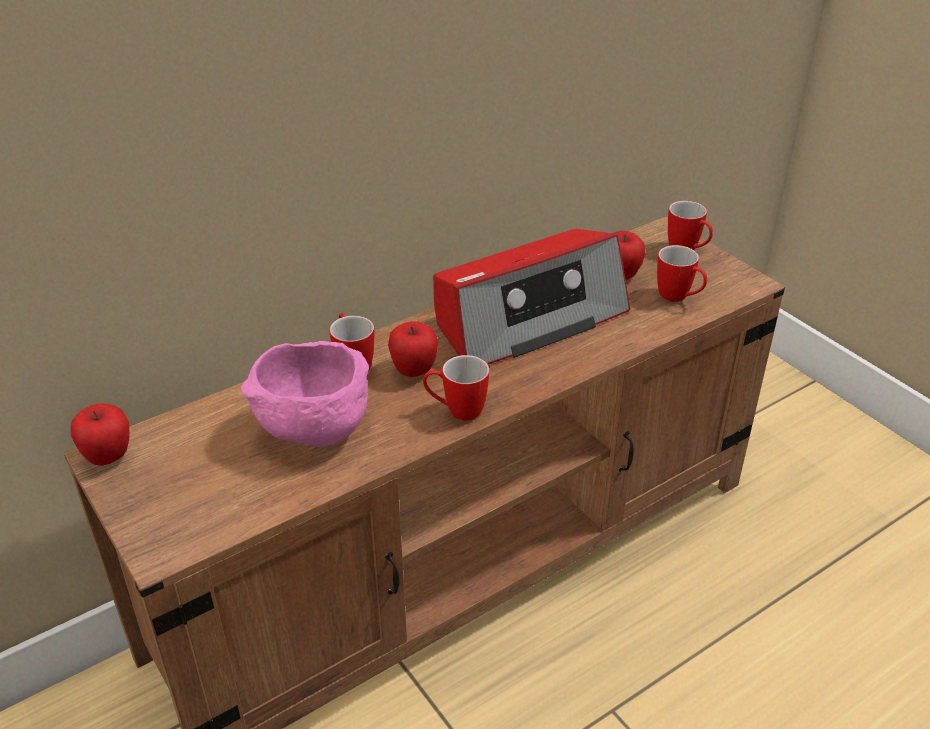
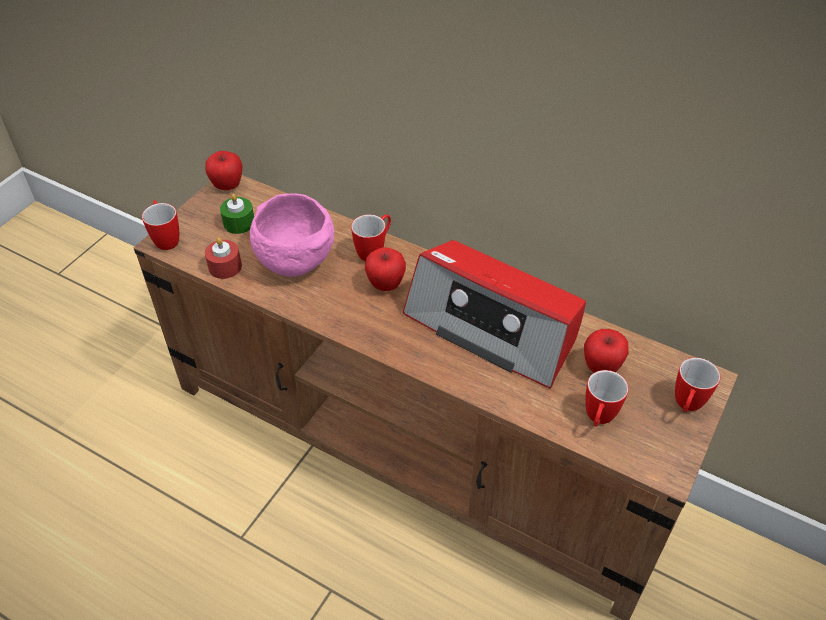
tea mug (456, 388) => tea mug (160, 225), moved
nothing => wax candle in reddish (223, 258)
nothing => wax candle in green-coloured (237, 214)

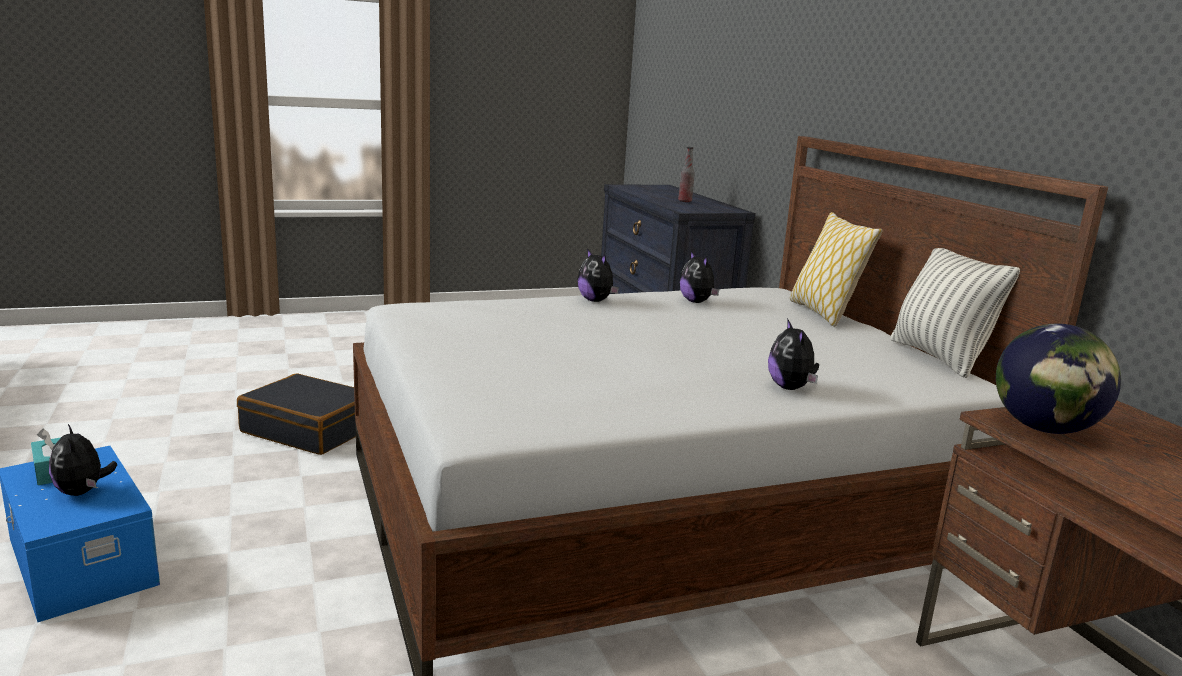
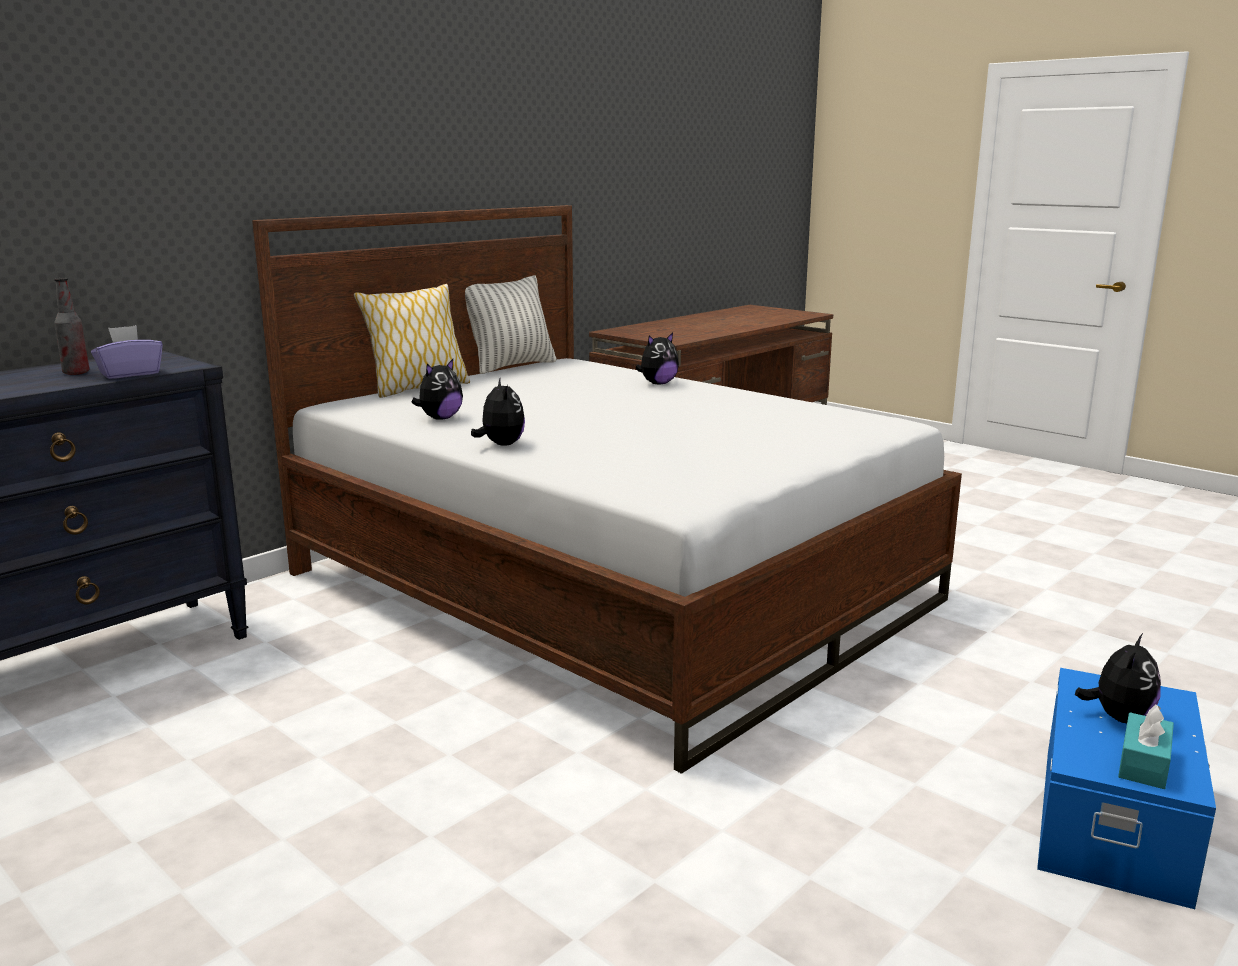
travel case in black (296, 414) => nothing
cuddly toy (598, 275) => cuddly toy (498, 412), 45 degrees counterclockwise
desk globe (1058, 379) => nothing
nothing => tissue holder in purplish (127, 352)

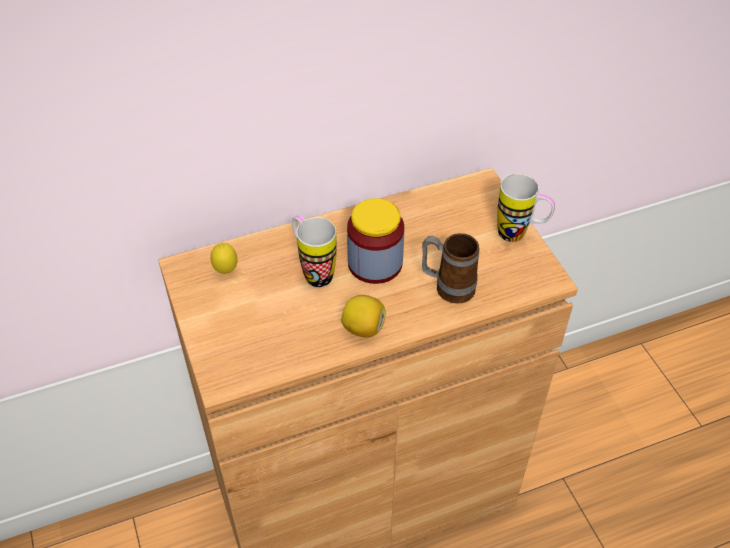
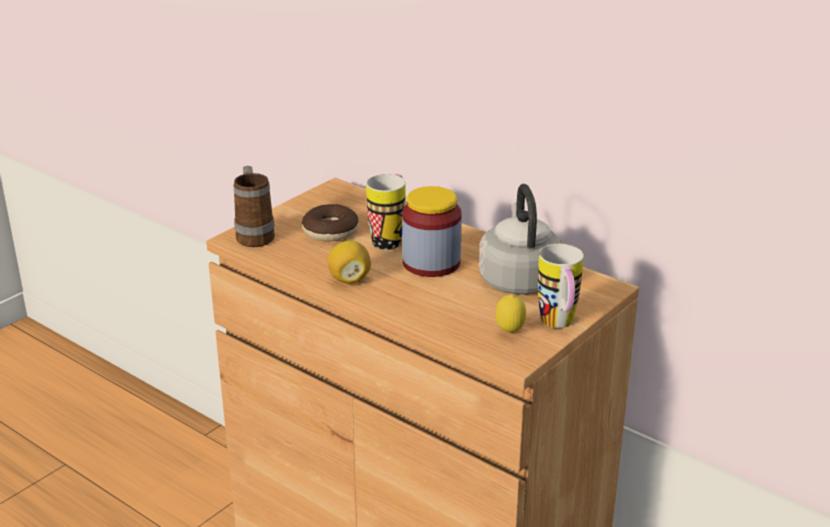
whole lemon (223, 258) => whole lemon (510, 313), moved
tea mug (451, 268) => tea mug (254, 206), moved
nothing => doughnut (330, 222)
nothing => water kettle in greyish (520, 239)

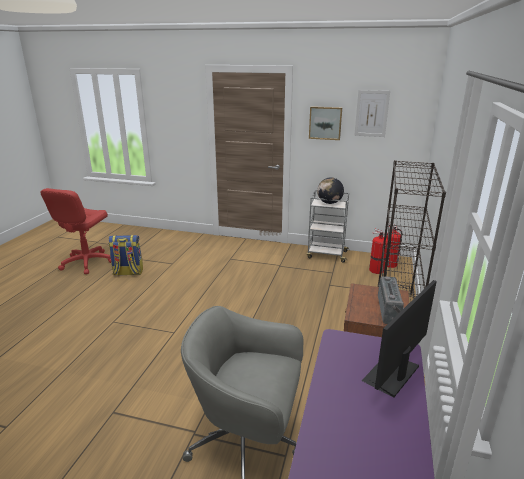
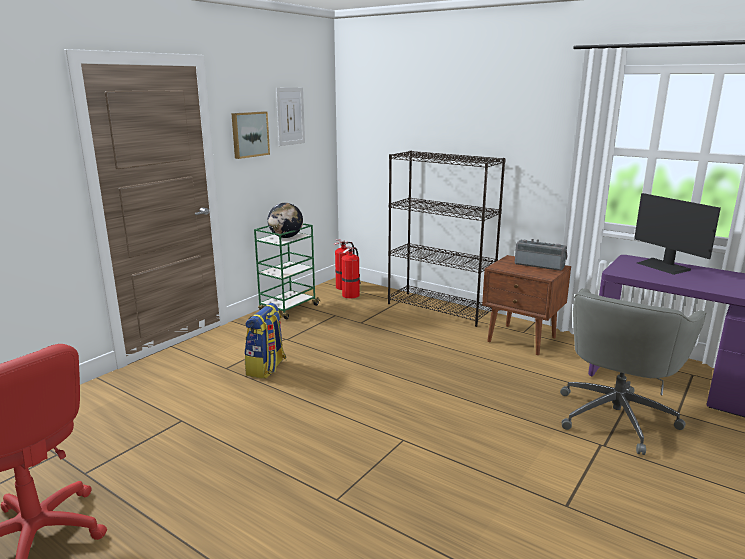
knapsack (126, 255) => knapsack (266, 341), moved
cart in greyish (328, 226) => cart in green-coloured (287, 271)

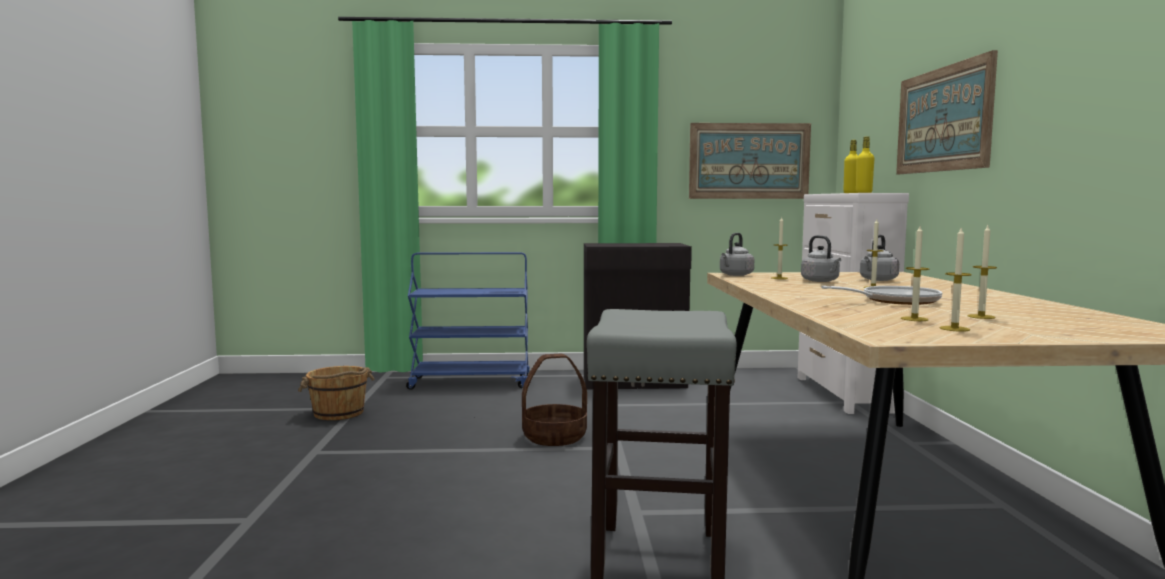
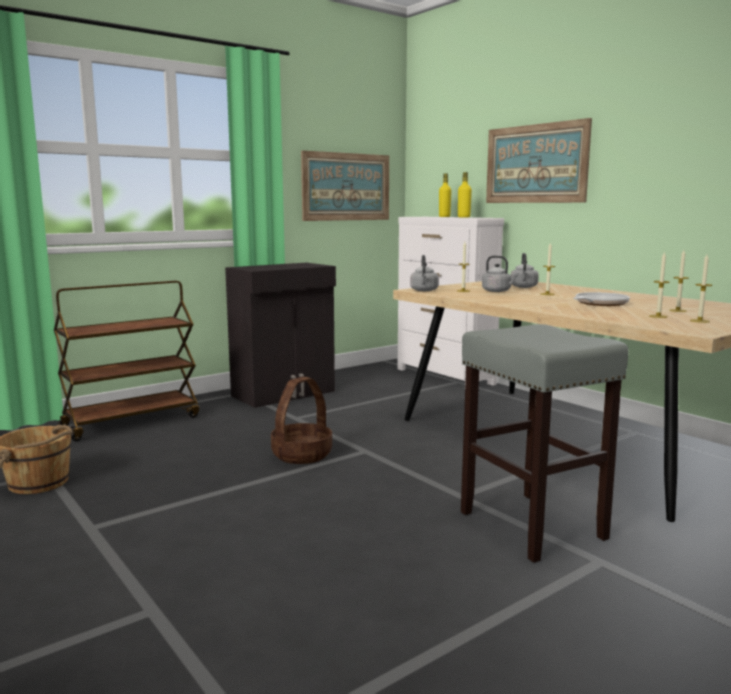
cart in bluish (468, 321) => cart in brown (126, 361)

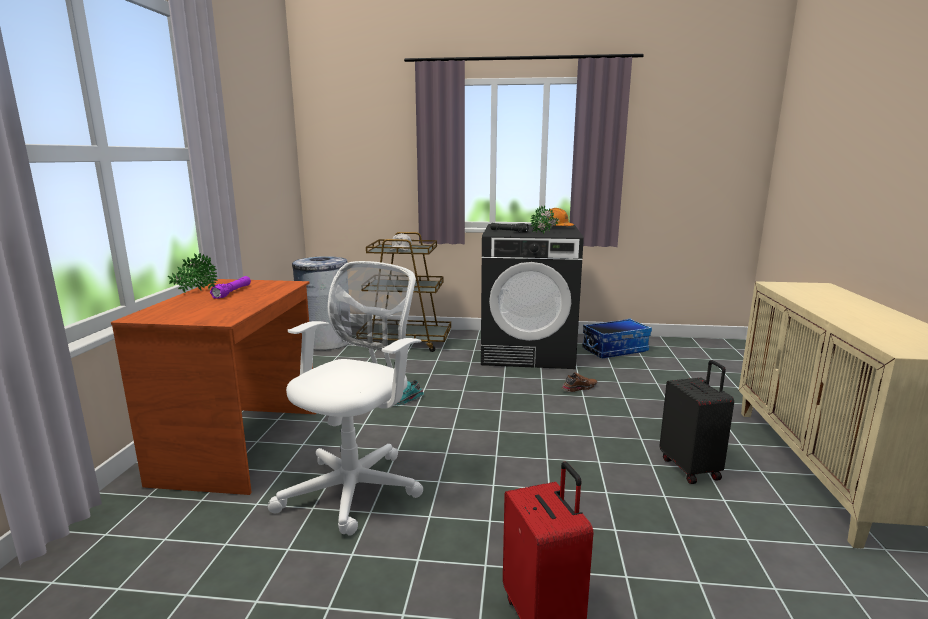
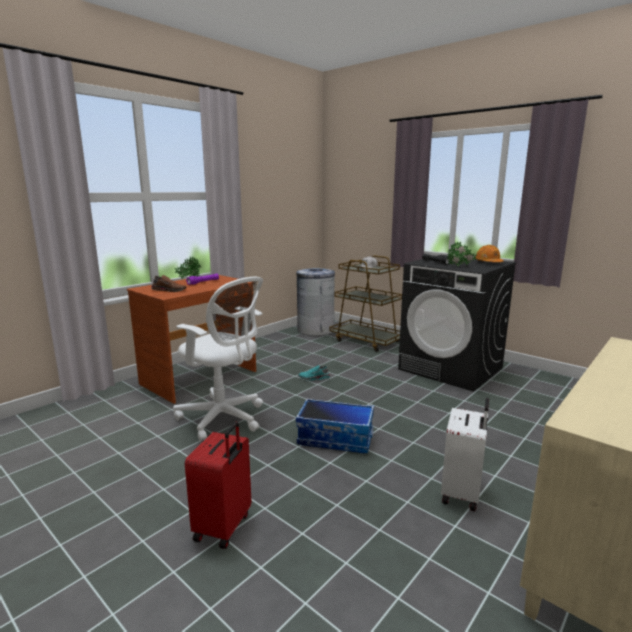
computer chair in white-coloured (345, 398) => computer chair in white-coloured (218, 359), 60 degrees clockwise
shoe in brown (579, 382) => shoe in brown (169, 283), moved
storage bin (617, 338) => storage bin (335, 426), moved
travel case in black (696, 422) => travel case in white-coloured (465, 454)

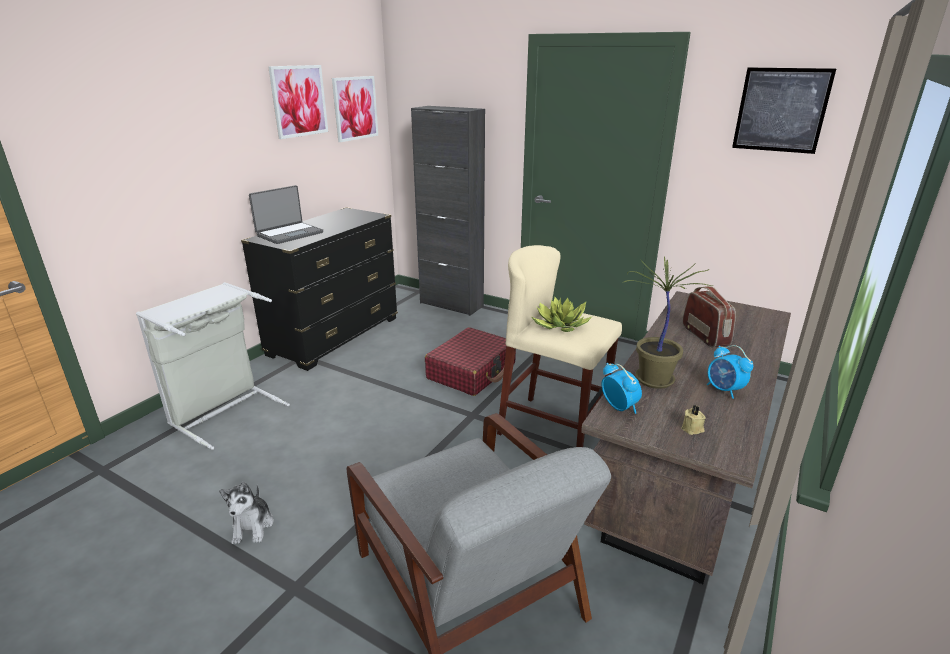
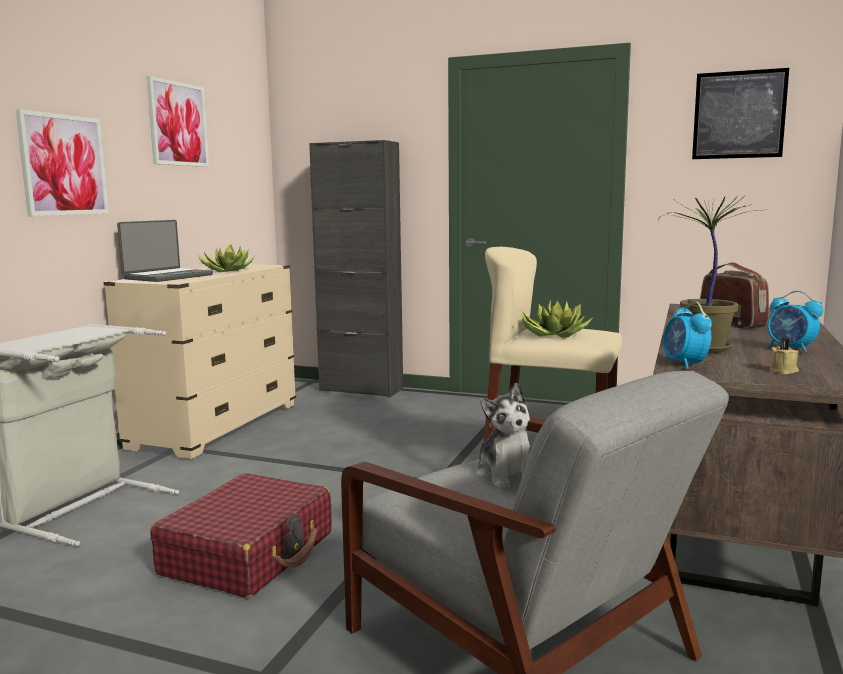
cuddly toy (246, 512) => cuddly toy (503, 436), moved
dresser in black (319, 289) => dresser in sand-coloured (200, 361)
picture (355, 109) => picture (62, 162), moved
travel case in reddish (470, 361) => travel case in reddish (241, 535), moved
alarm clock (621, 388) => alarm clock (687, 335), 150 degrees counterclockwise
nothing => houseplant (226, 258)

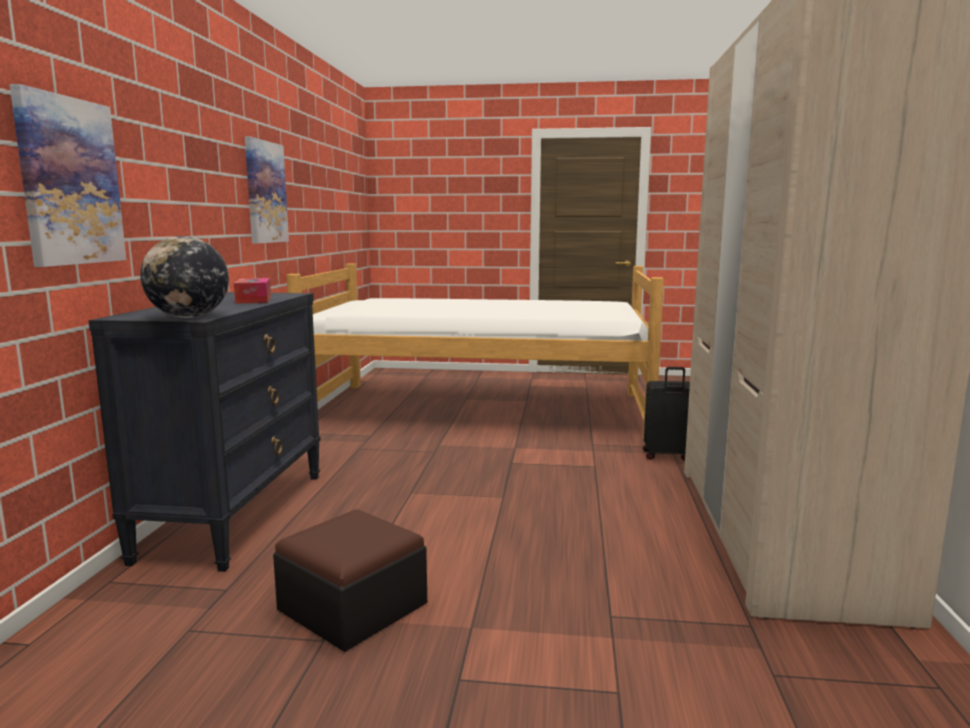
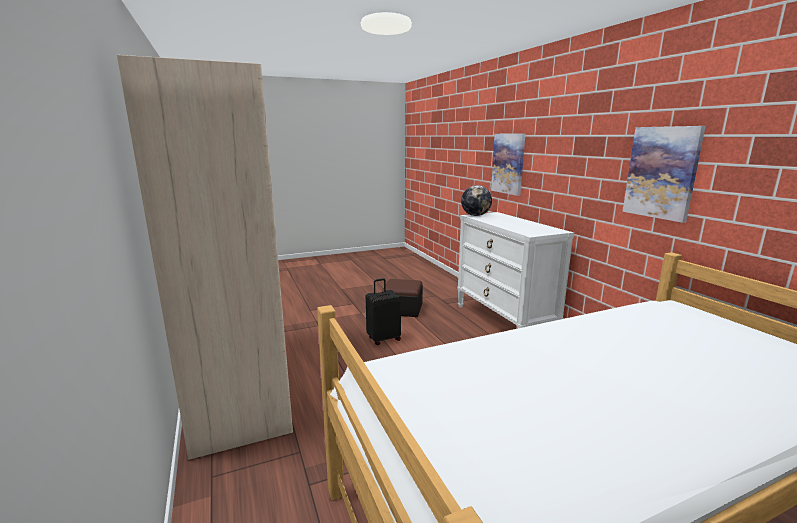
dresser in black (205, 432) => dresser in white-coloured (515, 270)
tissue holder (252, 291) => nothing
travel case in black (666, 414) => travel case in black (383, 311), moved

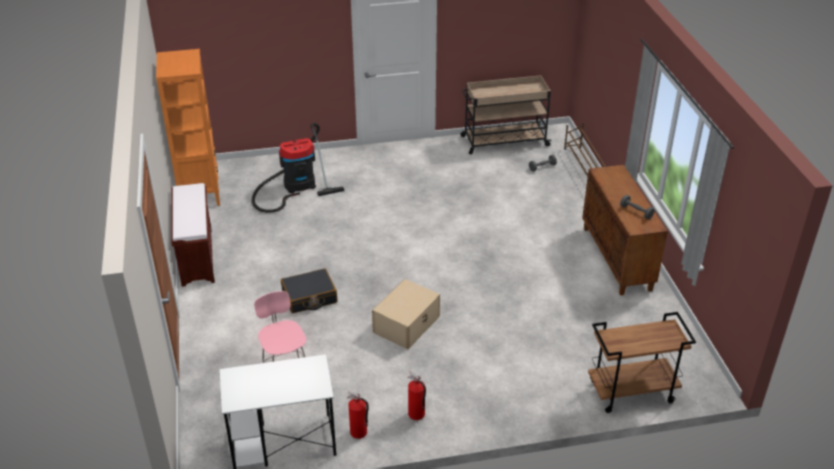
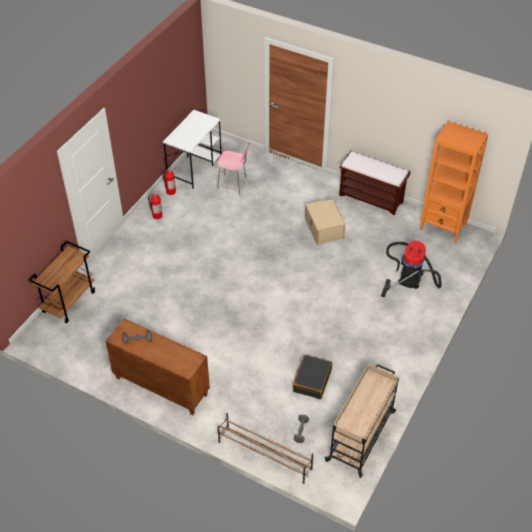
travel case in black (309, 290) => travel case in black (312, 377), moved
storage bin in sand-coloured (406, 314) => storage bin in sand-coloured (325, 222), moved

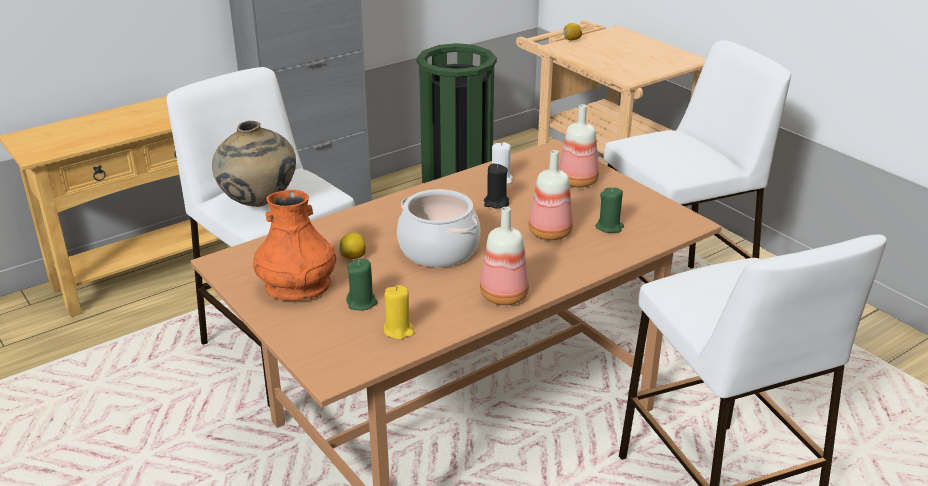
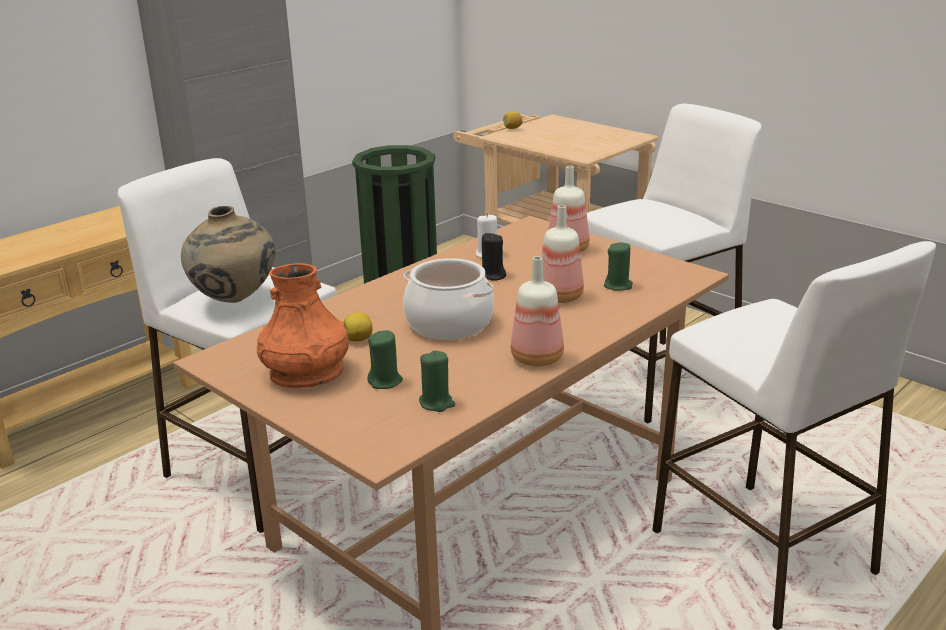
wax candle in yellowish (399, 312) => wax candle in green-coloured (437, 381)

